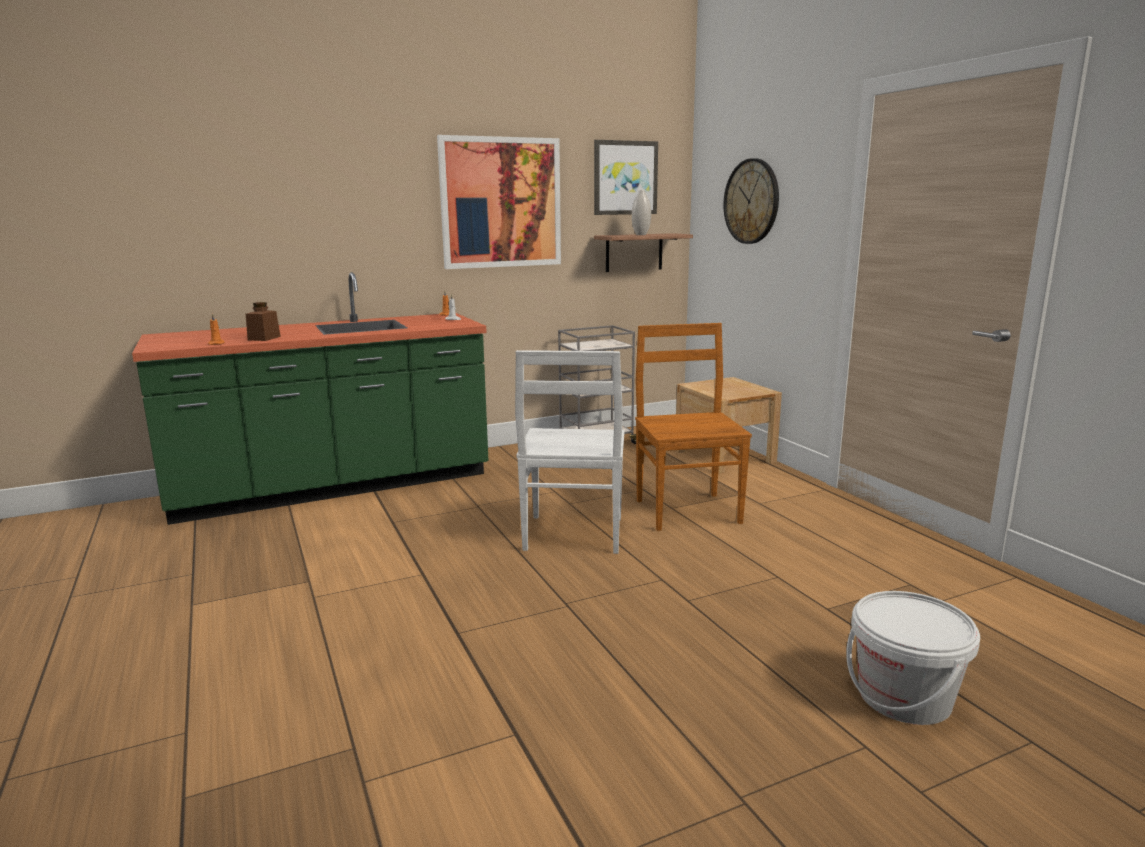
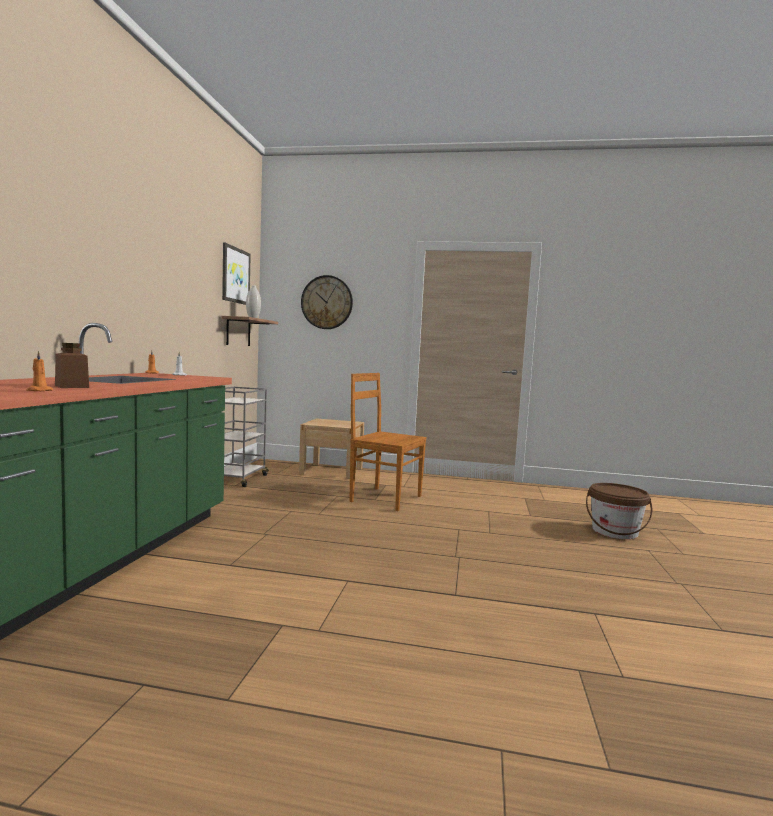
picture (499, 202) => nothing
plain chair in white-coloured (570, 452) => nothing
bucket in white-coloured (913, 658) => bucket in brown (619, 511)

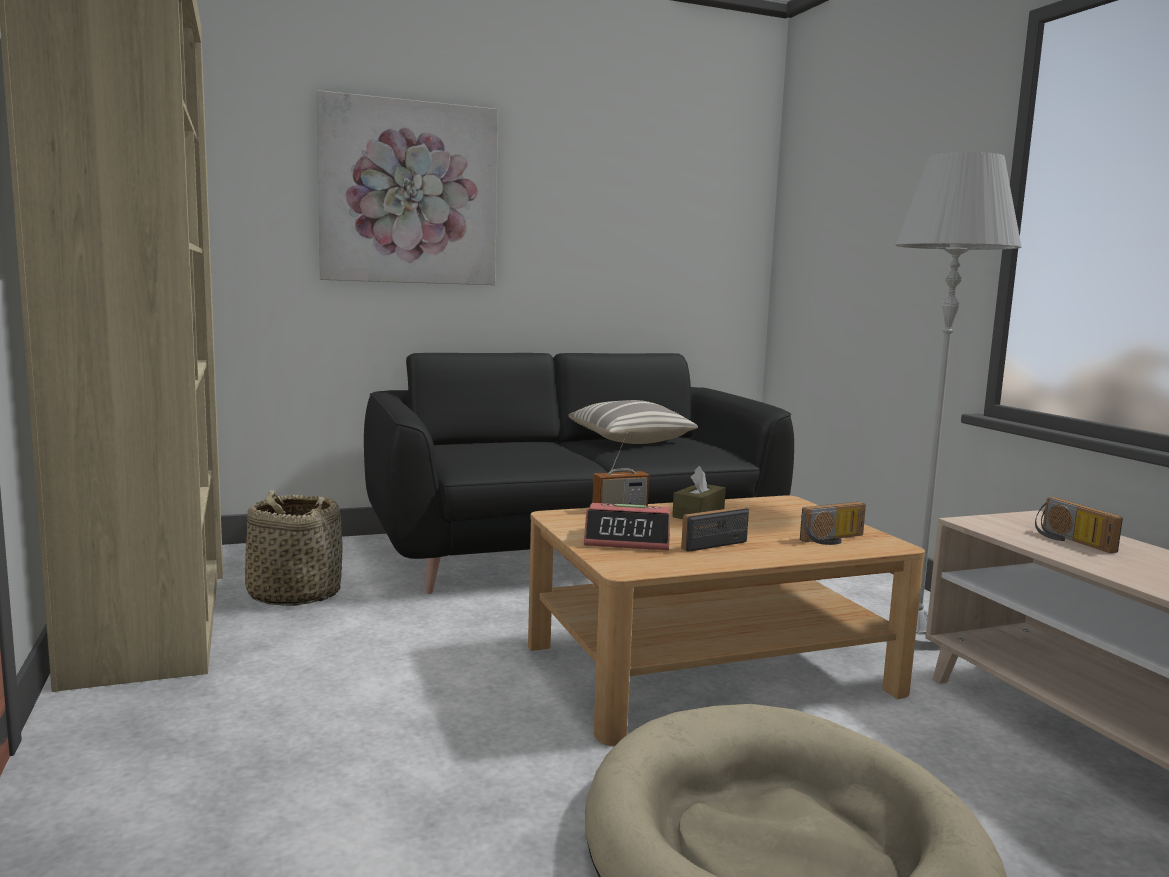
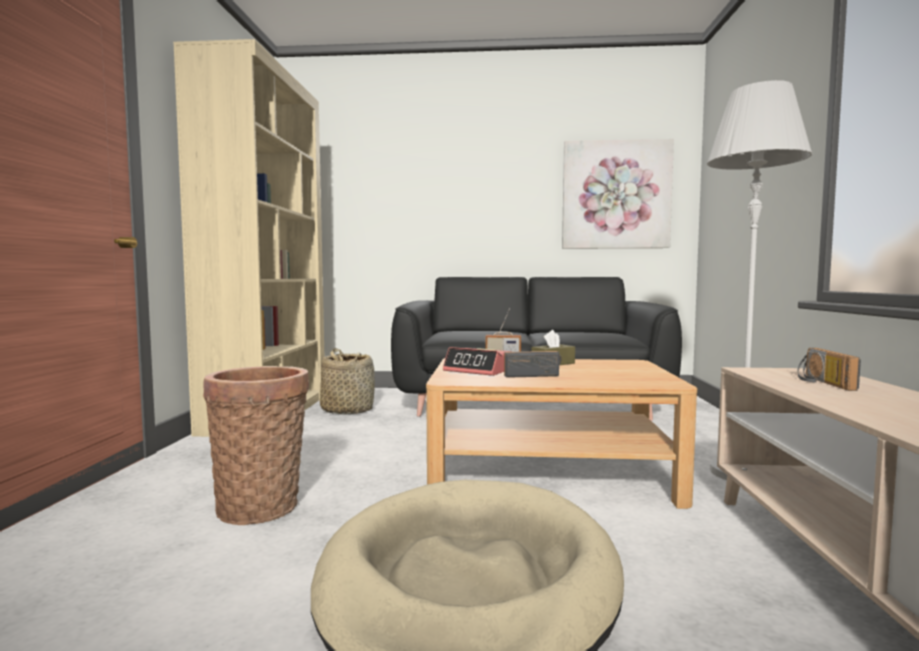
picture (407, 187) => picture (618, 194), moved
cushion (633, 422) => nothing
radio set (833, 523) => nothing
nothing => storage basket (256, 445)

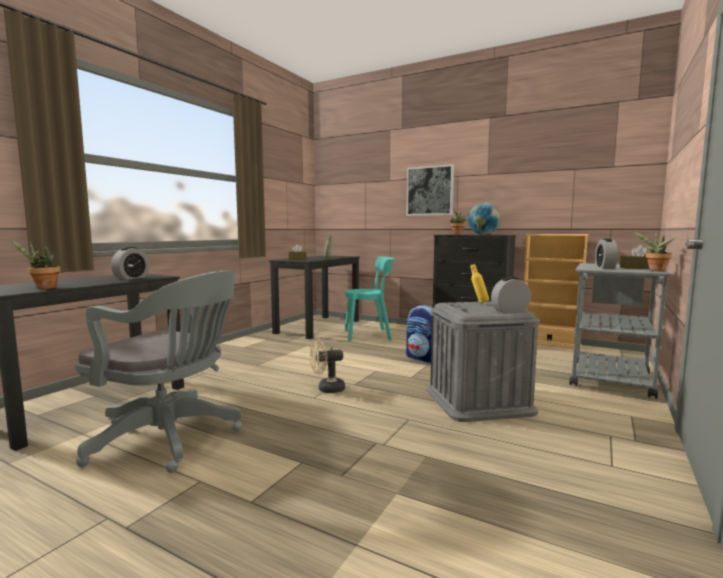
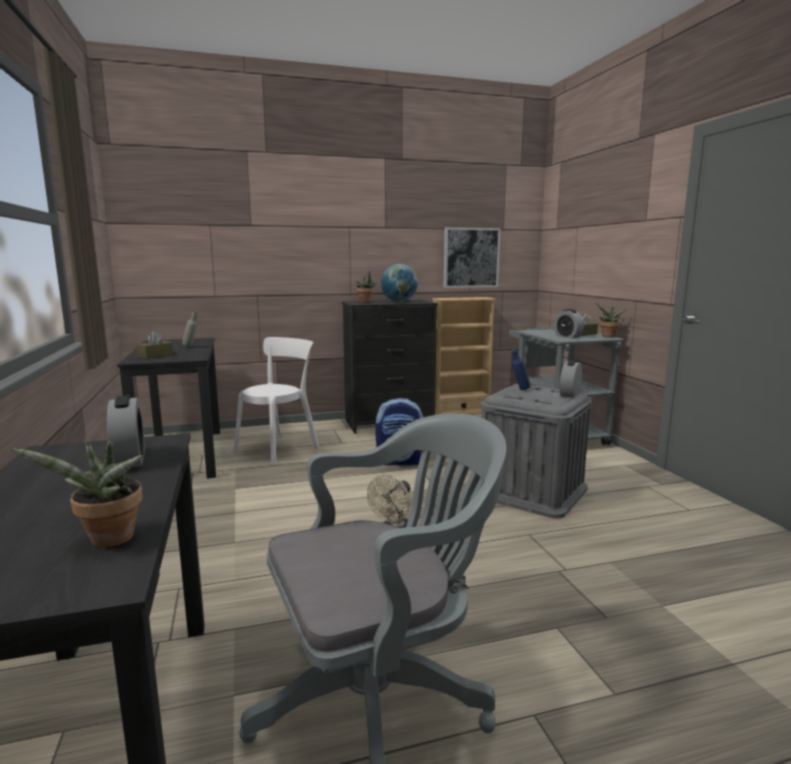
plain chair in turquoise (369, 298) => plain chair in white-coloured (276, 401)
picture (430, 190) => picture (472, 257), moved
beverage bottle in yellowish (479, 284) => beverage bottle in bluish (520, 369)

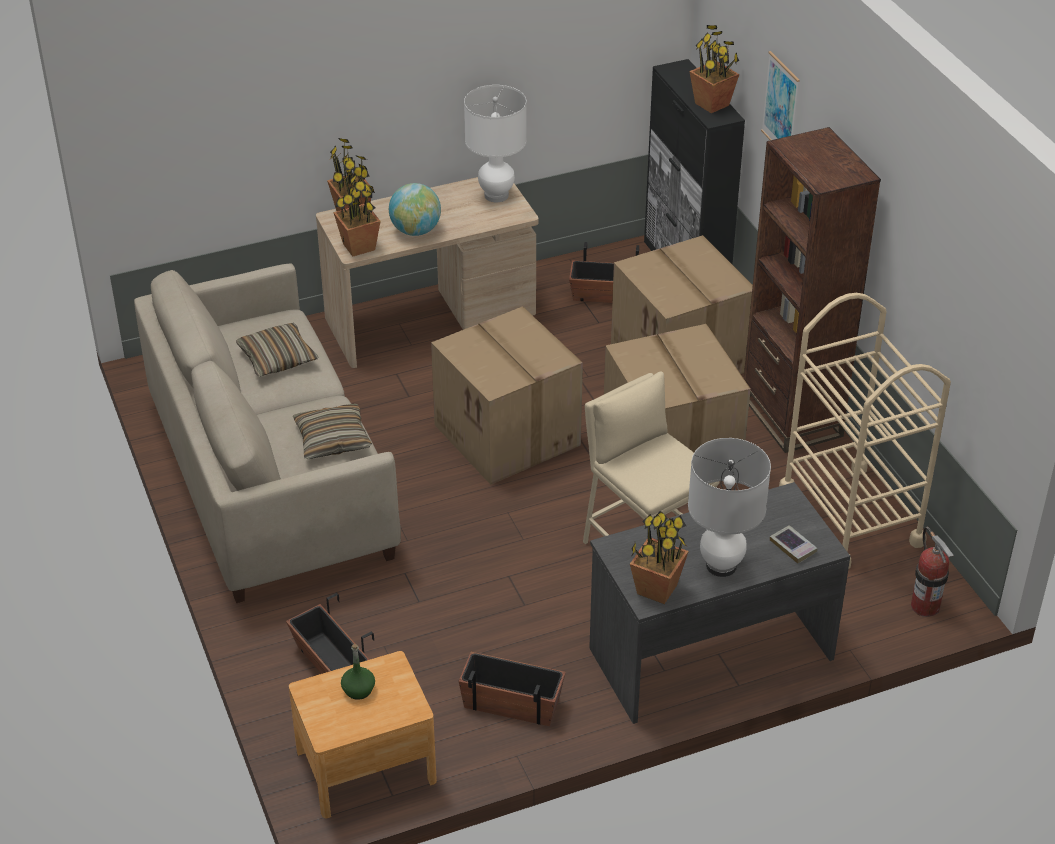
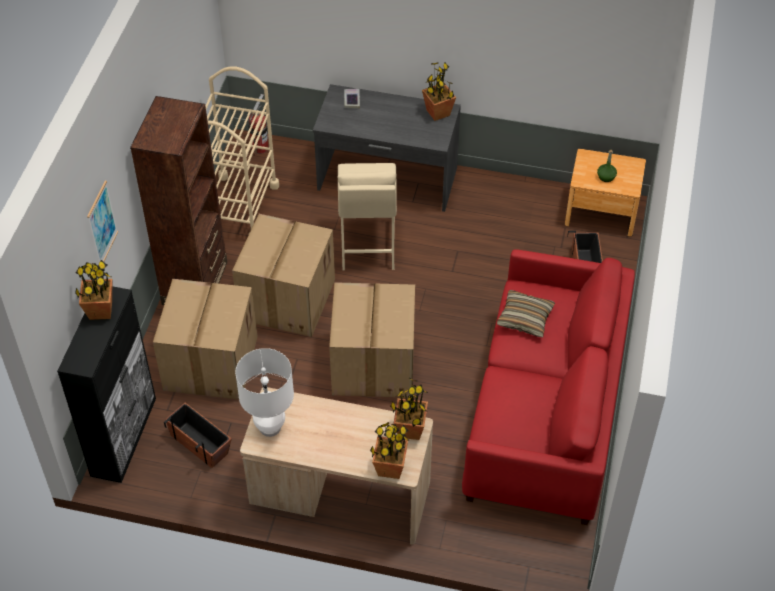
couch in sand-coloured (267, 433) => couch in reddish (548, 387)
cushion (277, 350) => nothing
desk globe (415, 209) => nothing
plant pot (512, 689) => nothing
lamp for a table in white-coloured (729, 507) => nothing

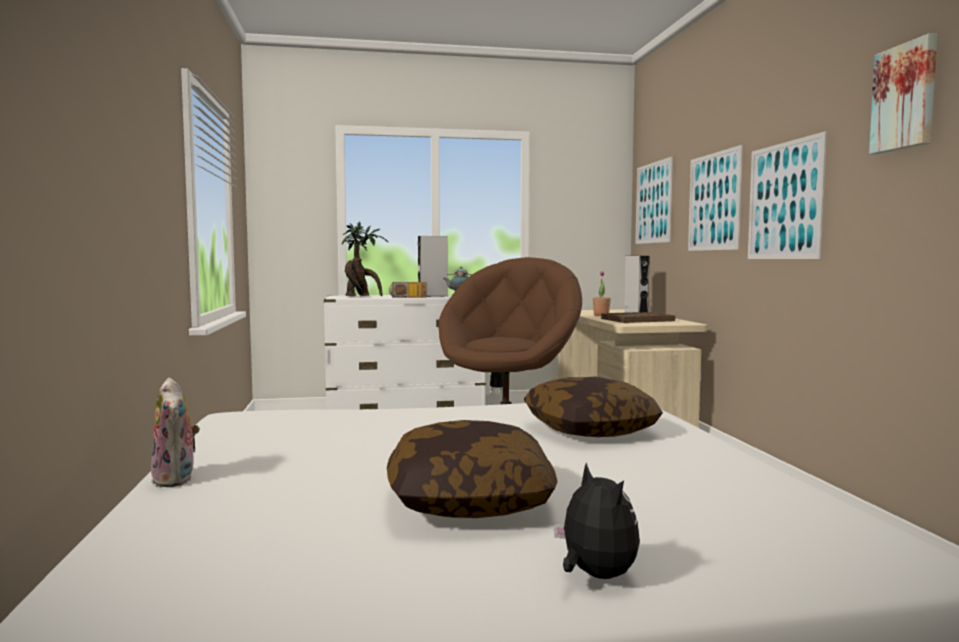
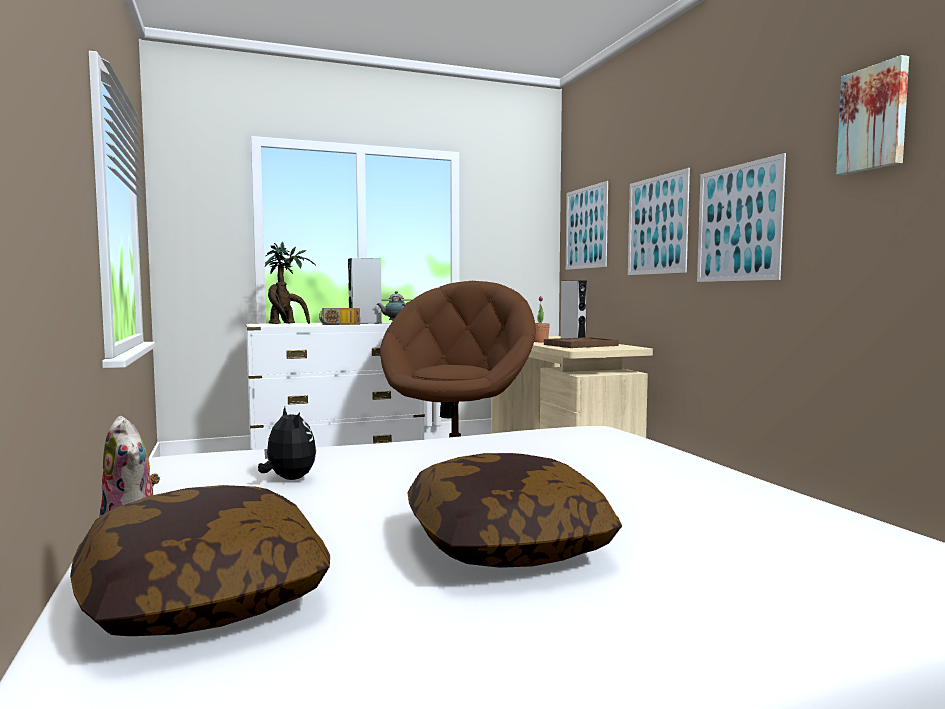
cushion (593, 407) => cushion (200, 560), moved
cuddly toy (596, 521) => cuddly toy (287, 443), moved

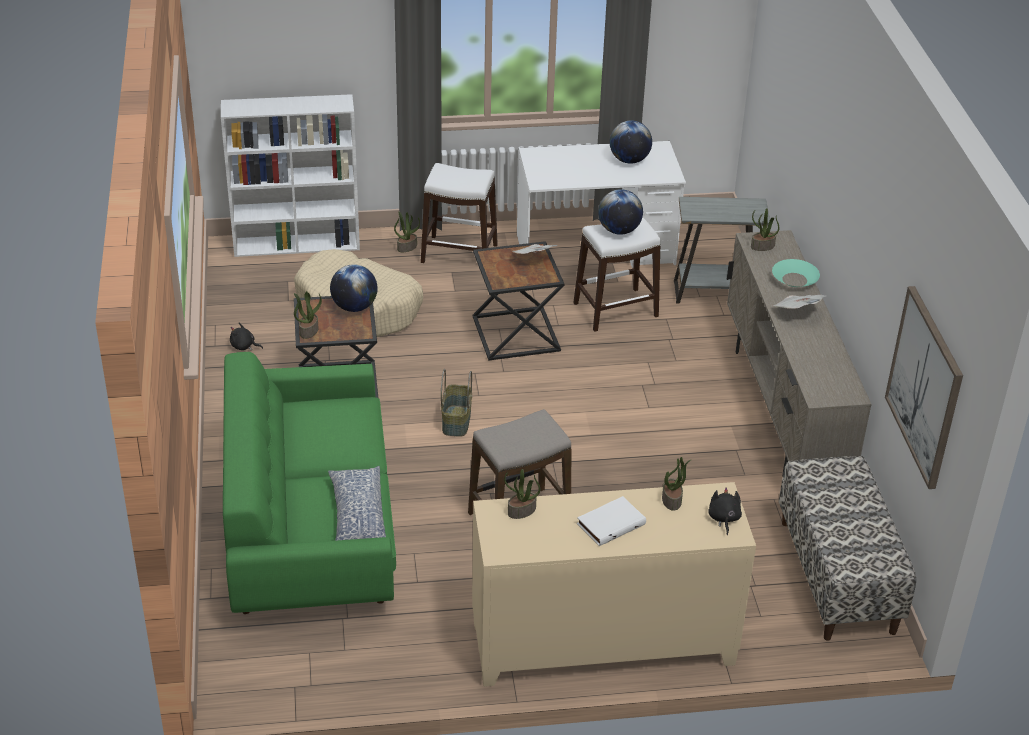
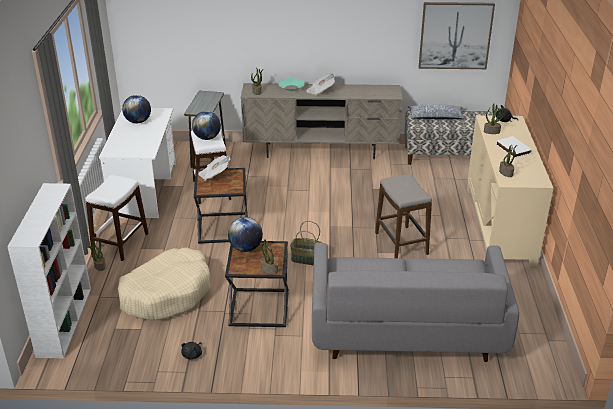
couch in green-coloured (309, 483) => couch in greyish (415, 302)
cushion (357, 503) => cushion (436, 111), moved

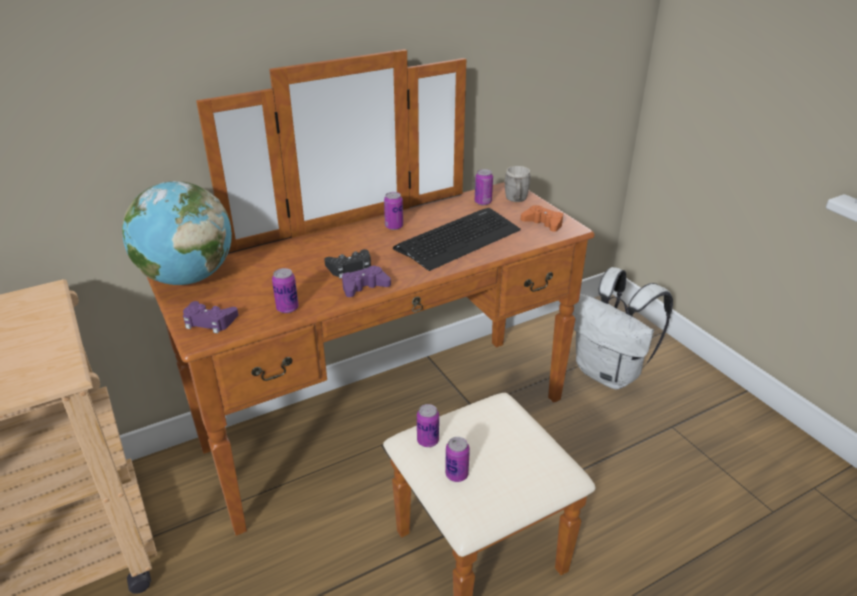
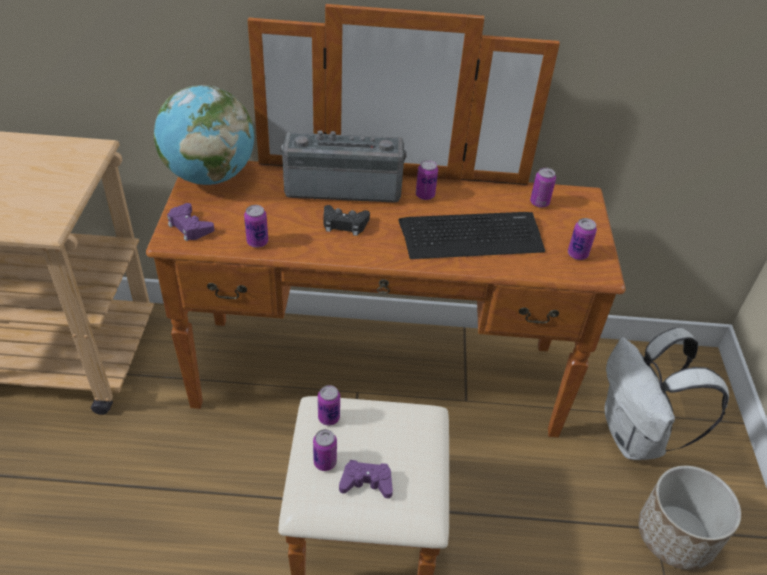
game controller in purplish (366, 281) => game controller in purplish (366, 479), moved
tea mug in greyish (517, 184) => nothing
game controller in orange (541, 218) => can (582, 239)
nothing => radio set (344, 166)
nothing => plant pot (690, 518)

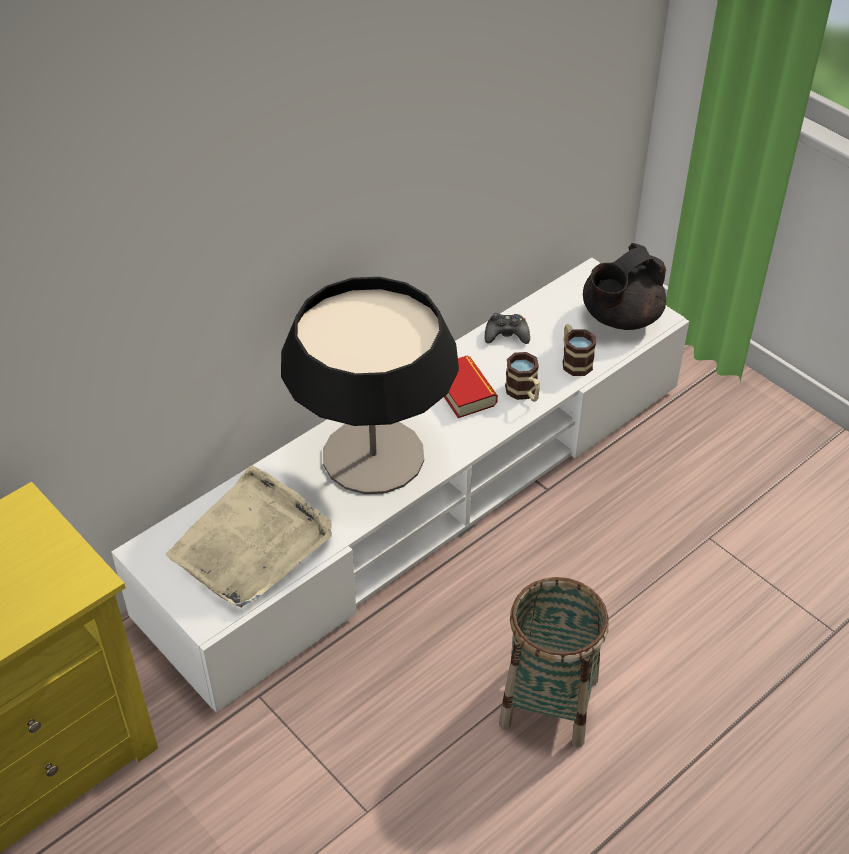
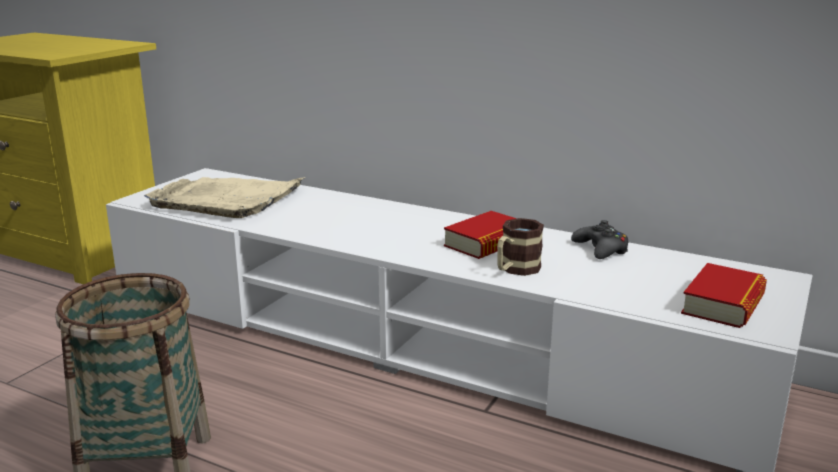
lamp for a table (370, 385) => nothing
tea mug (579, 350) => nothing
pot for tea in black (624, 286) => book (724, 295)

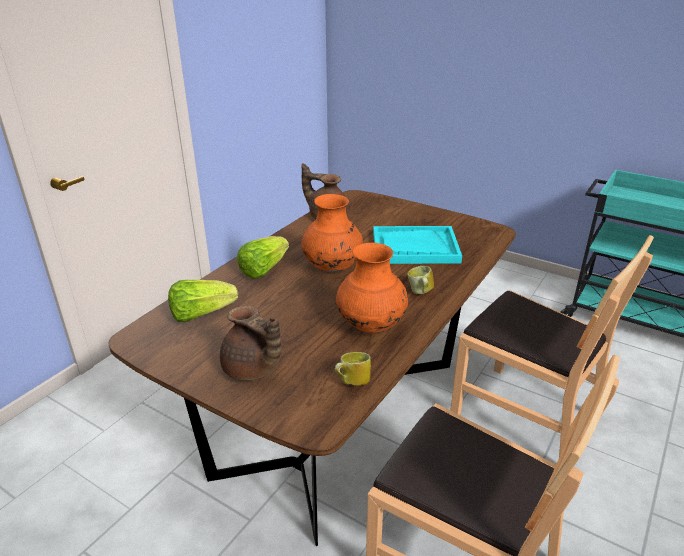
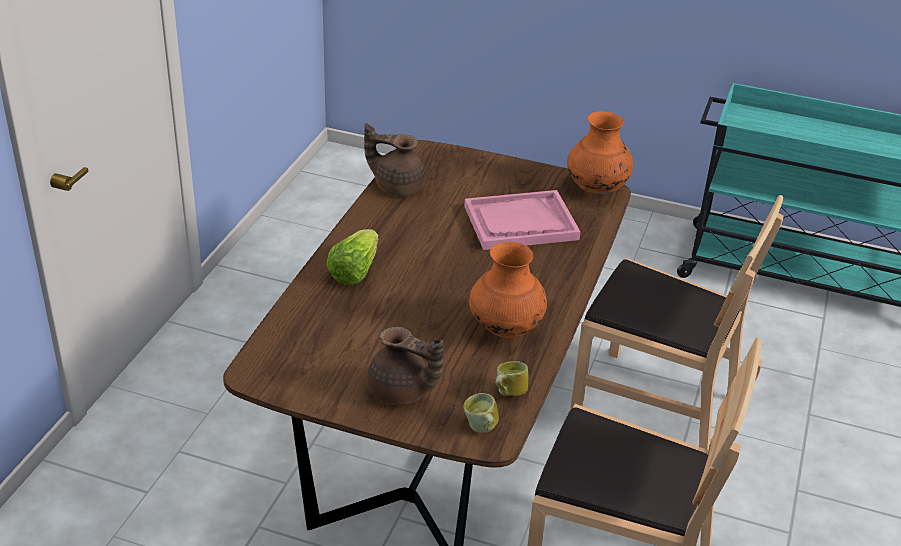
lettuce (203, 301) => nothing
decorative vase in orange (332, 233) => decorative vase in orange (600, 152), moved
serving tray in turquoise (417, 245) => serving tray in pinkish (522, 220)
tea mug (420, 280) => tea mug (481, 413), moved

